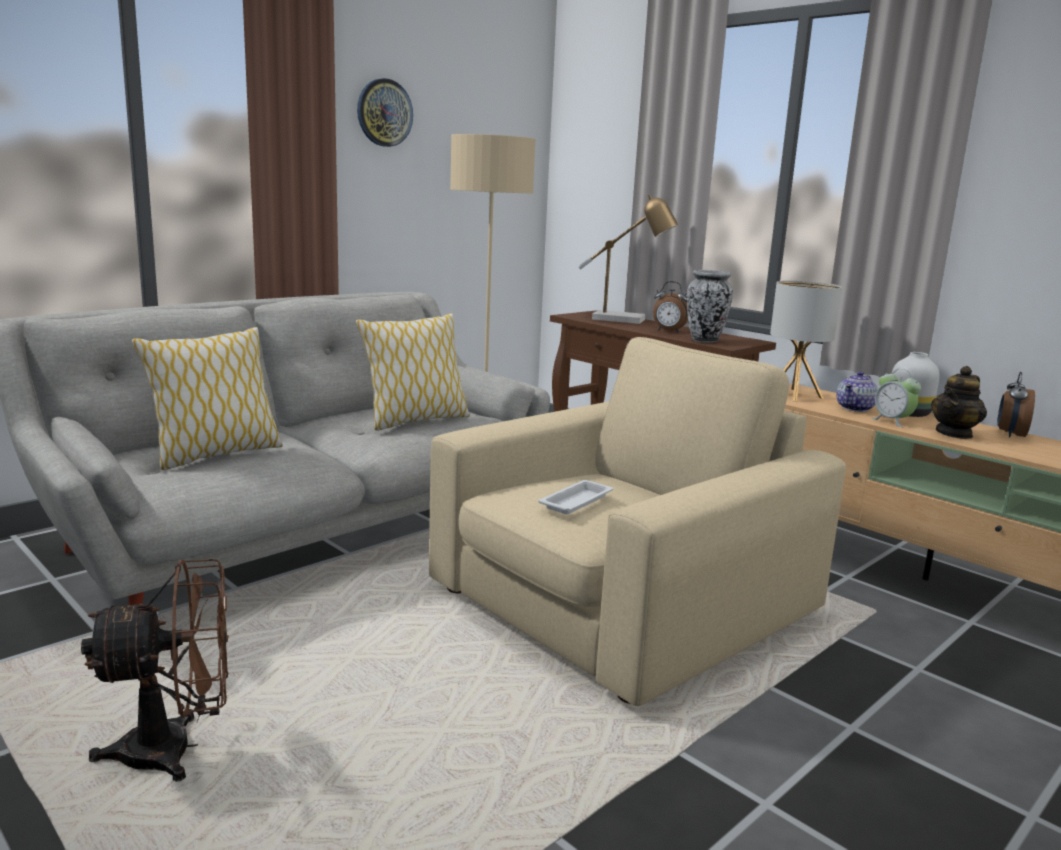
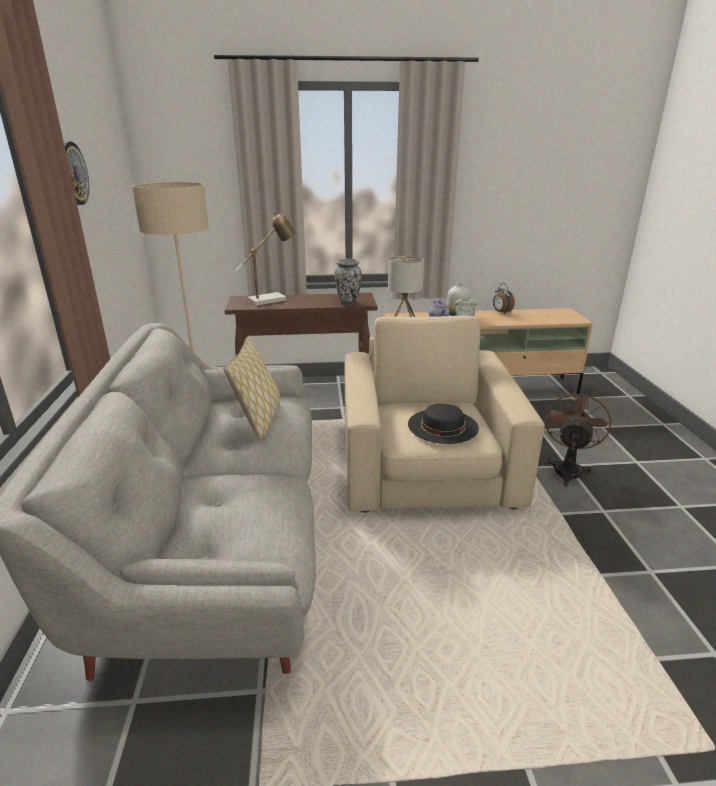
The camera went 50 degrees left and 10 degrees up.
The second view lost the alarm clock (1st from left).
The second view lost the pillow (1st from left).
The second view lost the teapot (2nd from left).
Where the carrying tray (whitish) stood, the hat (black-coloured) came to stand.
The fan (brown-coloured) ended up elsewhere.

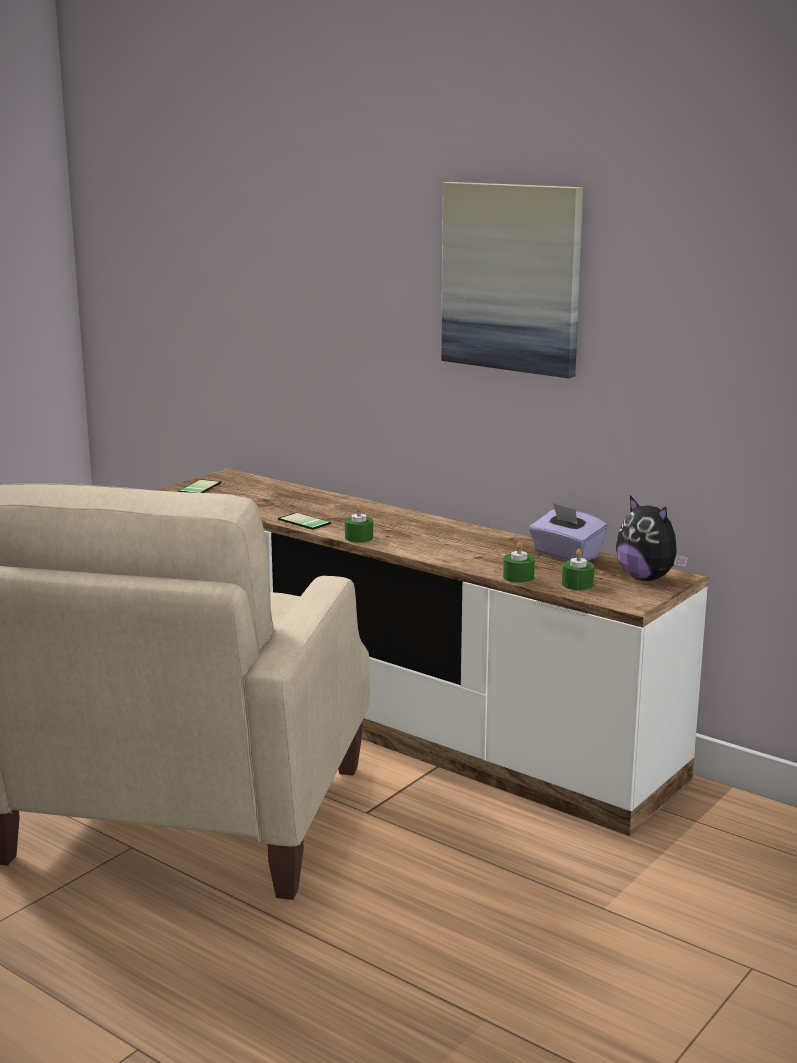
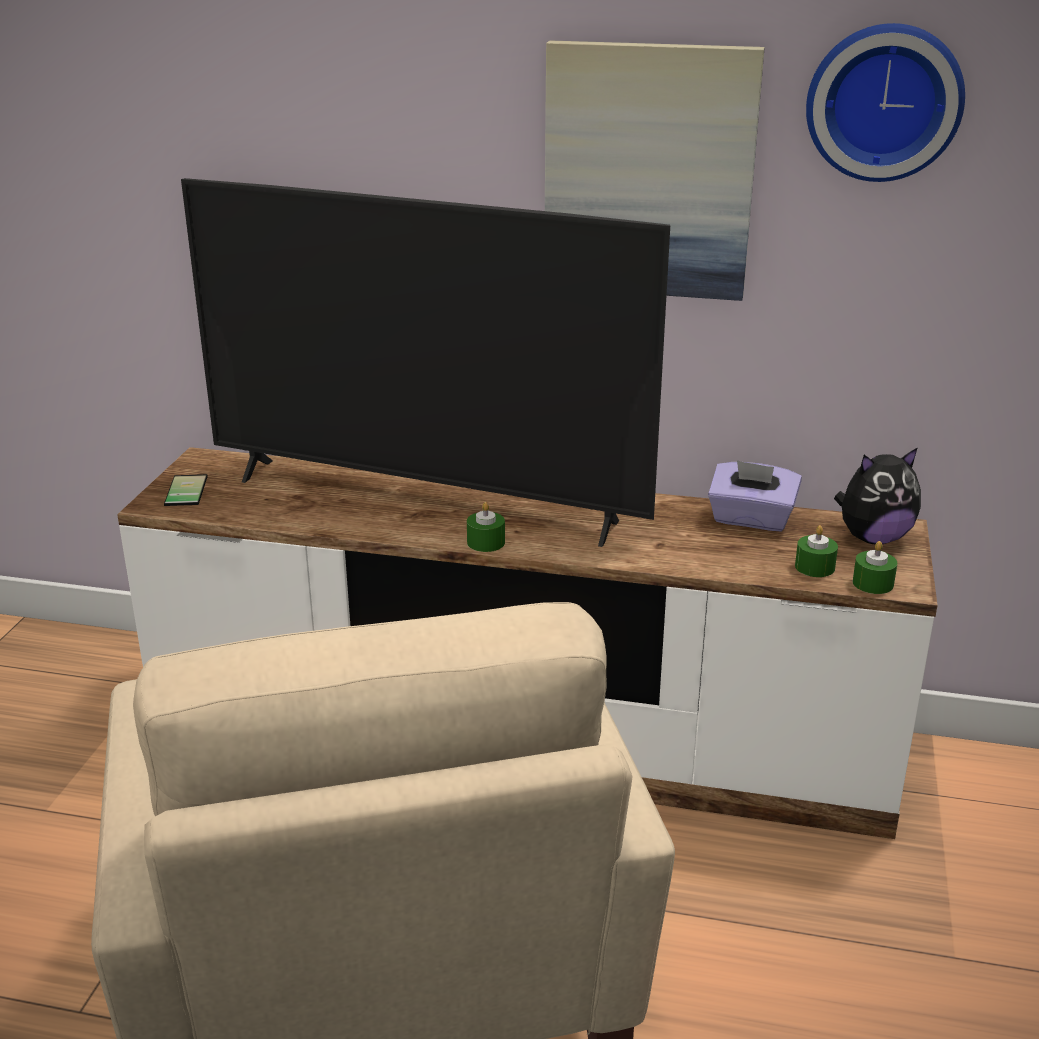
The camera went 25 degrees left and 10 degrees up.
The cuddly toy ended up facing another way, 45 degrees counterclockwise from before.
The second view lost the handset (2nd from left).
The wax light (greenish) (2nd from left in the first image) ended up elsewhere.
The second view gained the wall clock.
The second view gained the TV.

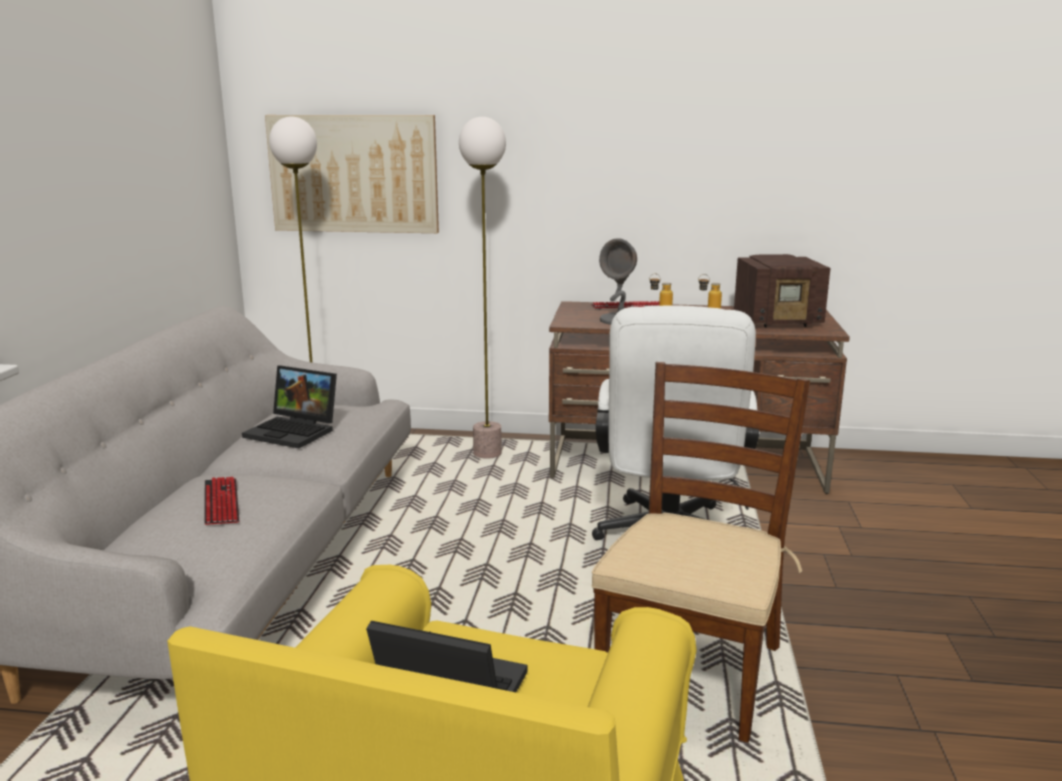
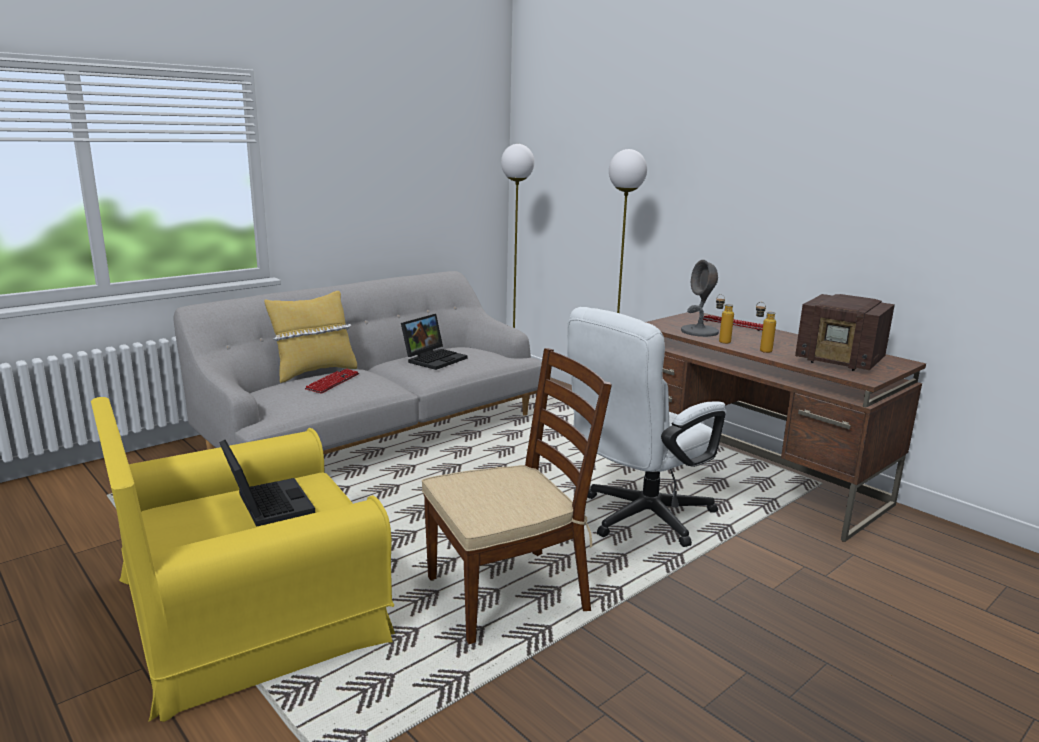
The camera went 40 degrees right and 0 degrees up.
The second view lost the wall picture.
The portable computer (1st from left in the first image) ended up facing another way, 120 degrees counterclockwise from before.
The second view gained the pillow (yellow-coloured).

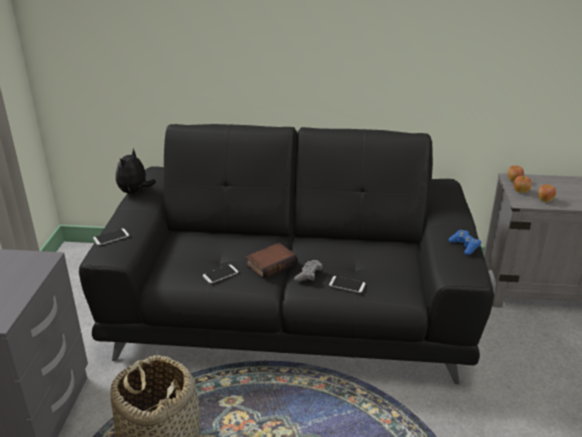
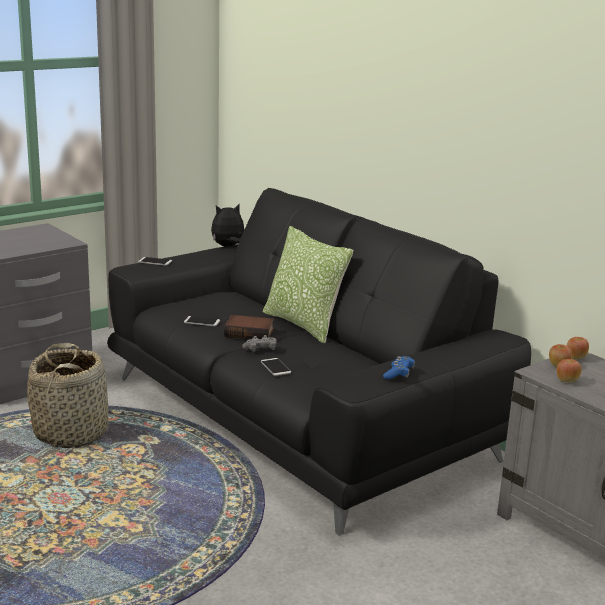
The camera went 45 degrees right and 10 degrees down.
The second view gained the pillow.

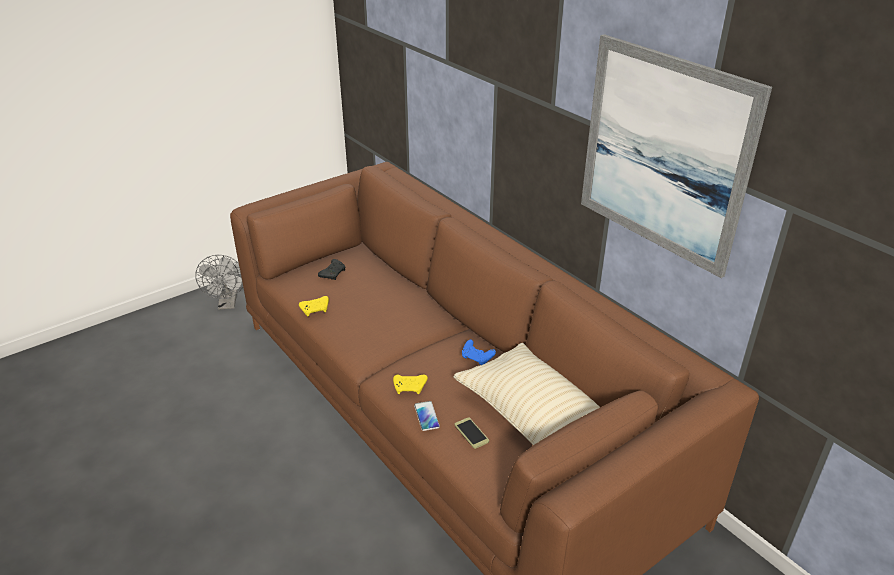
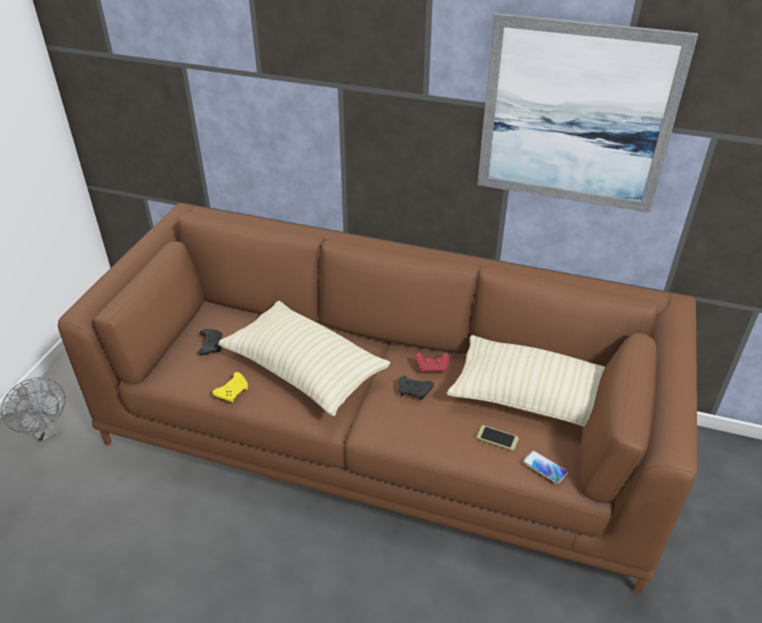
The camera went 35 degrees left and 5 degrees up.
What was the joypad (blue-coloured) turned into the joypad (red-coloured).
The second view lost the joypad (yellow-coloured) (2nd from left).
The handset (1st from left in the first image) ended up elsewhere.
The second view gained the pillow (beige) (1st from left).
The second view gained the joypad (black-coloured) (2nd from left).

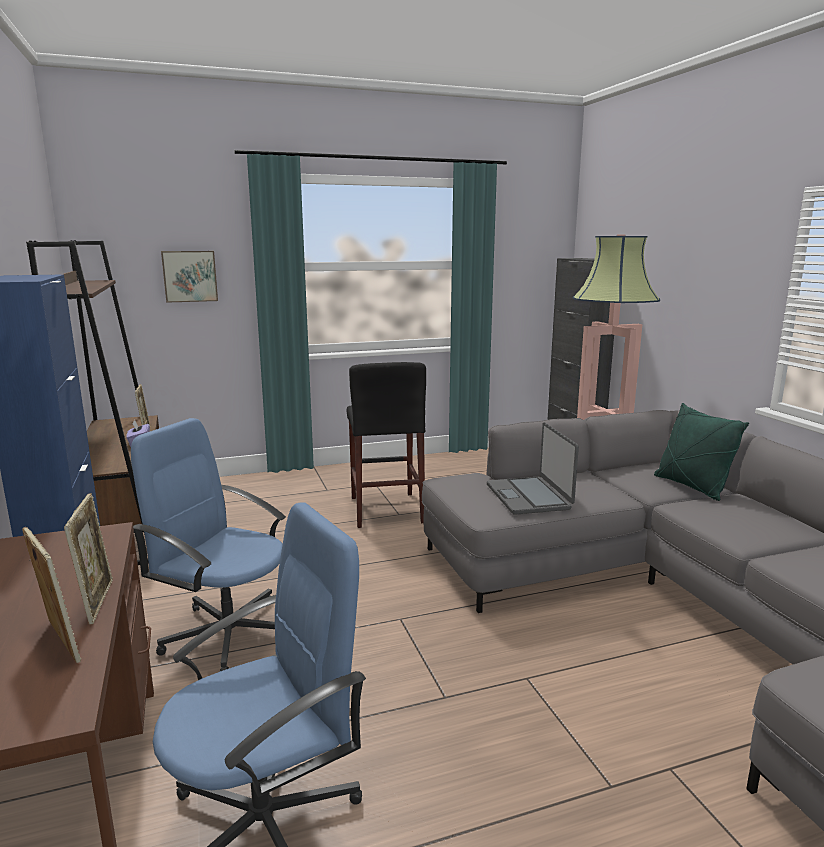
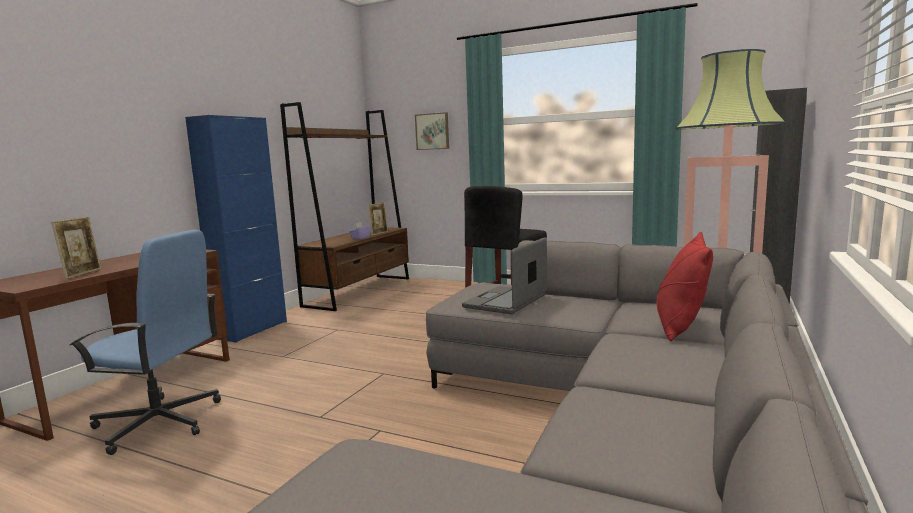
The camera went 45 degrees right and 5 degrees down.
What was the pillow (greenish) turned into the pillow (red-coloured).
The second view lost the computer chair (blue-coloured) (1st from left).
The second view lost the photo frame (2nd from left).

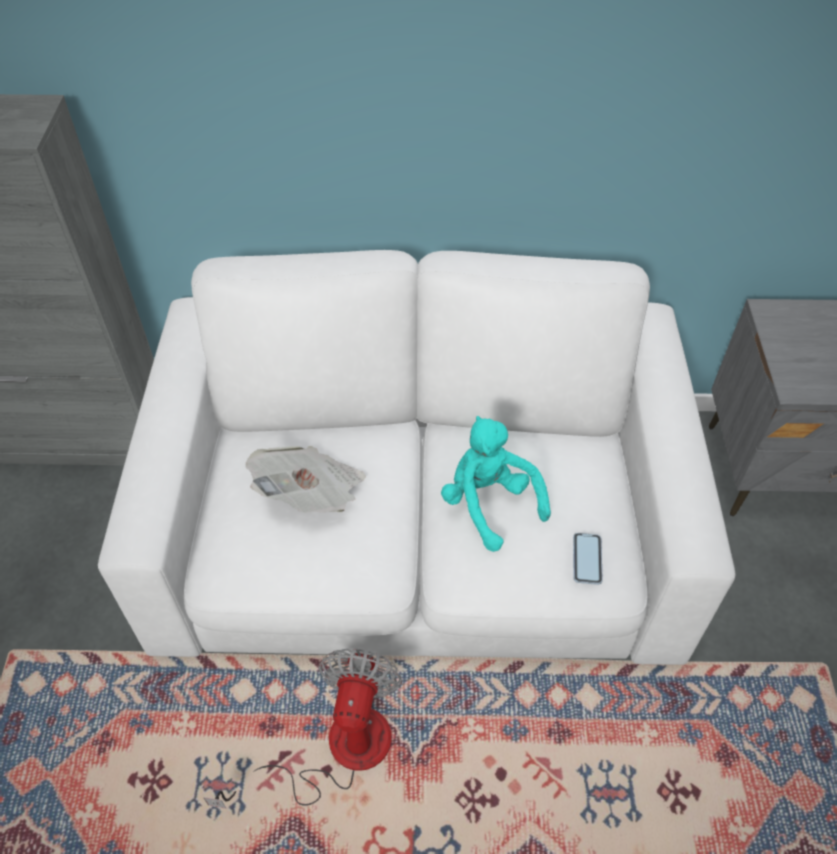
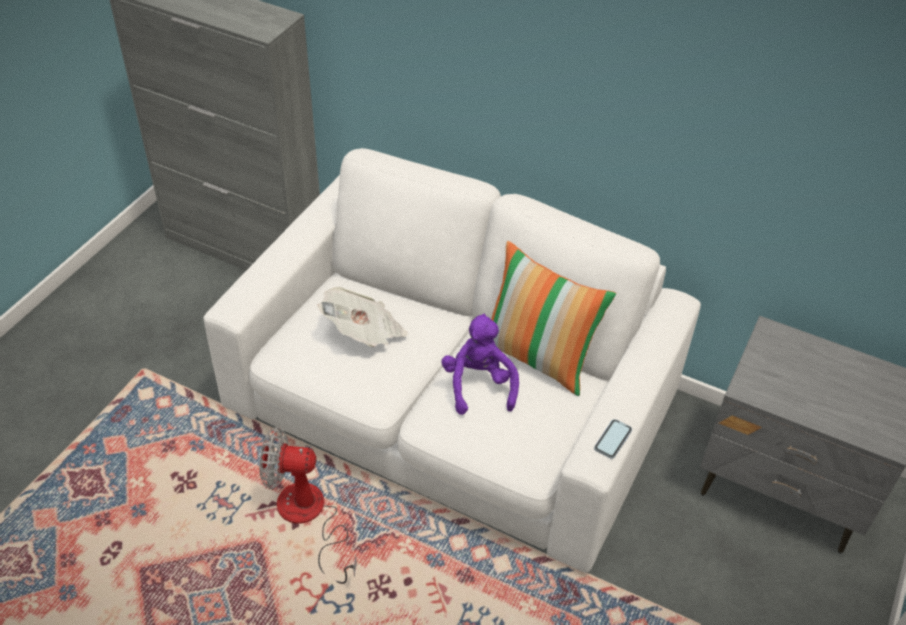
The camera went 25 degrees right and 5 degrees down.
What was the cuddly toy (blue-green) turned into the cuddly toy (purplish).
The handset ended up elsewhere.
The fan ended up facing another way, 120 degrees counterclockwise from before.
The second view gained the pillow.

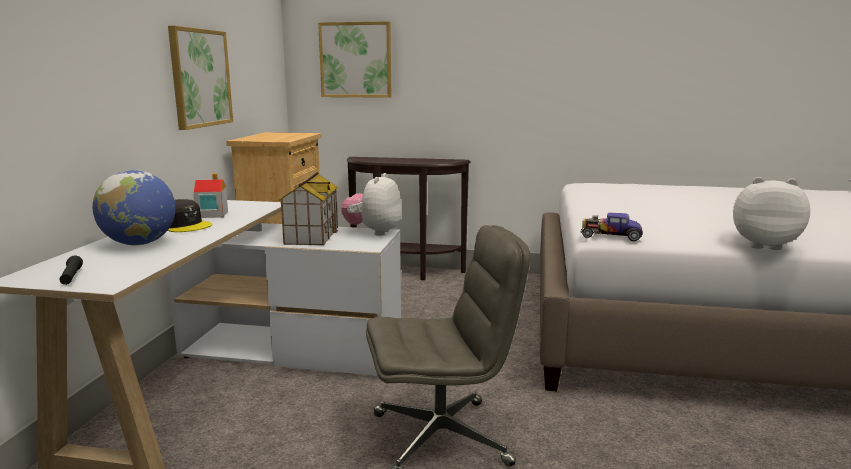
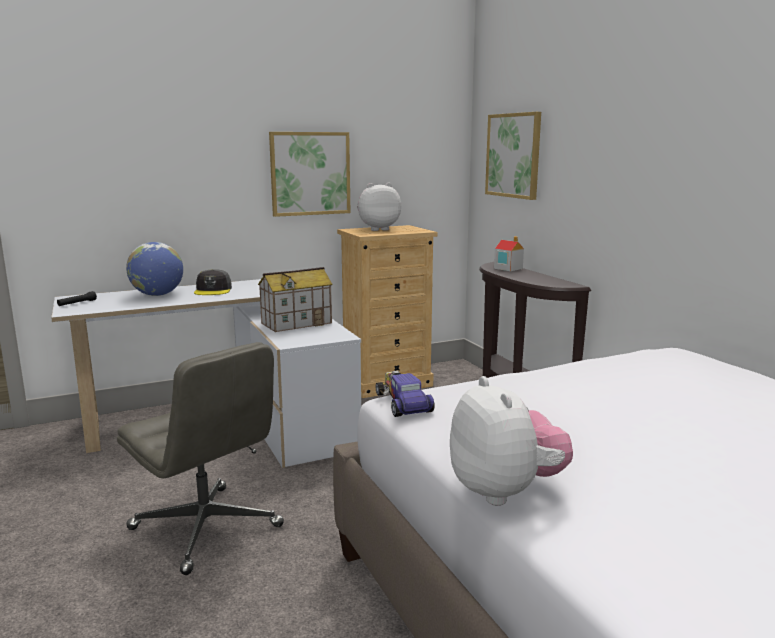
The camera went 55 degrees right and 0 degrees up.
The model house (1st from left in the first image) ended up elsewhere.
The cuddly toy (1st from left) ended up elsewhere.

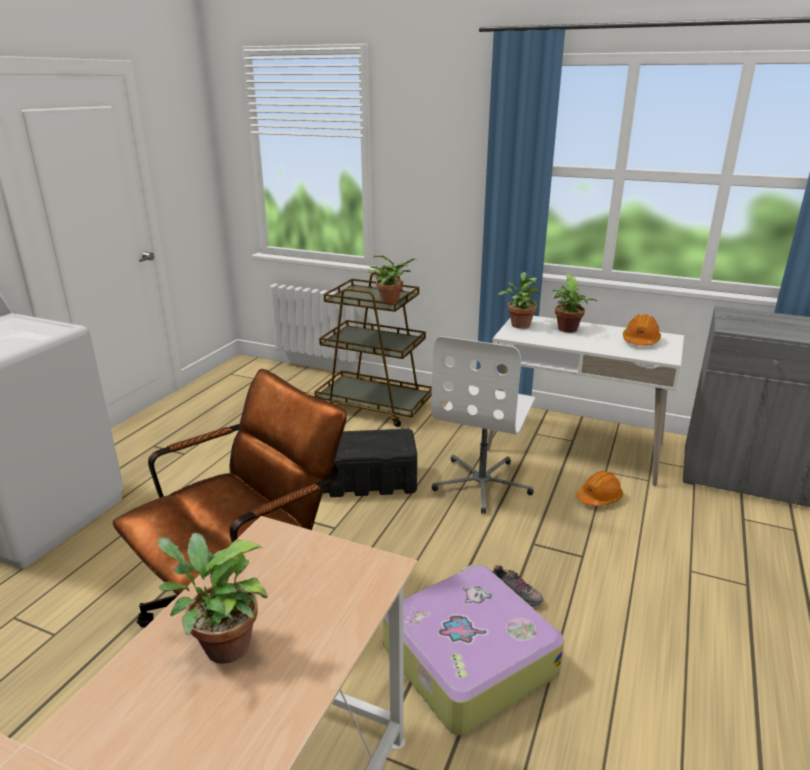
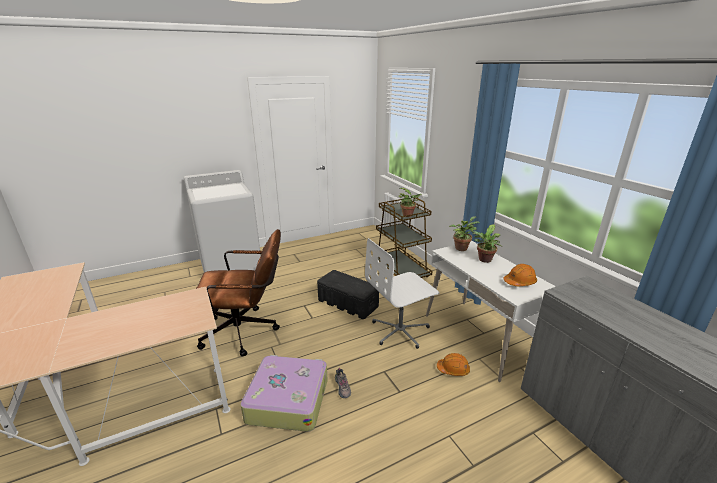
The camera went 40 degrees right and 0 degrees up.
The second view lost the houseplant (1st from left).

